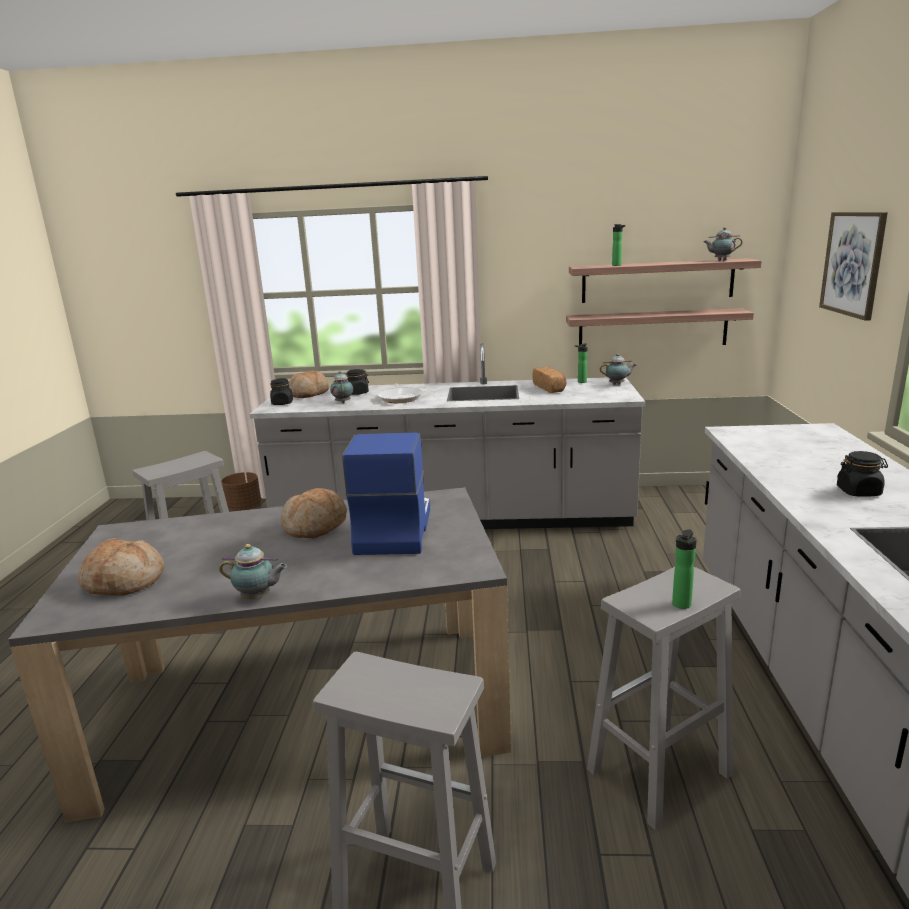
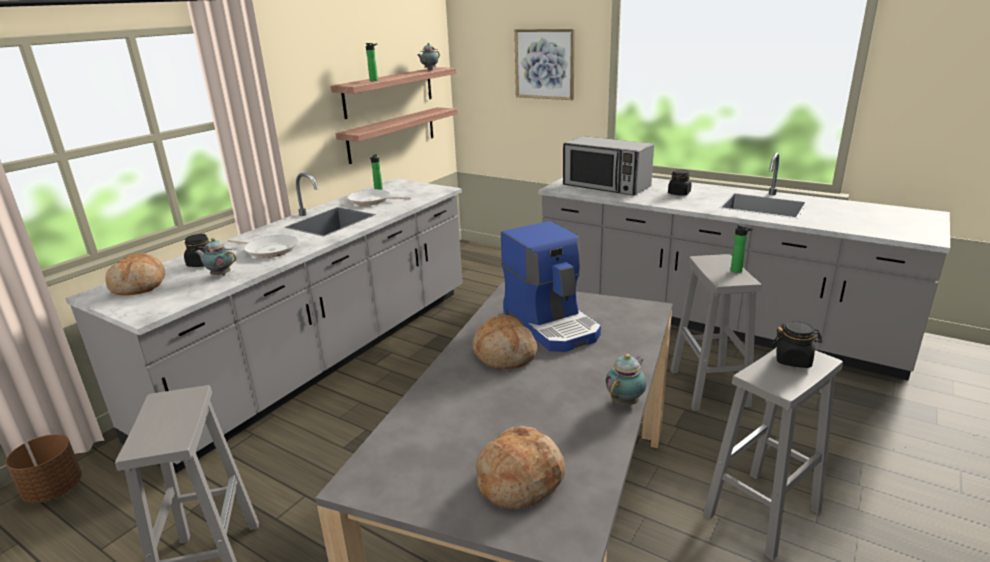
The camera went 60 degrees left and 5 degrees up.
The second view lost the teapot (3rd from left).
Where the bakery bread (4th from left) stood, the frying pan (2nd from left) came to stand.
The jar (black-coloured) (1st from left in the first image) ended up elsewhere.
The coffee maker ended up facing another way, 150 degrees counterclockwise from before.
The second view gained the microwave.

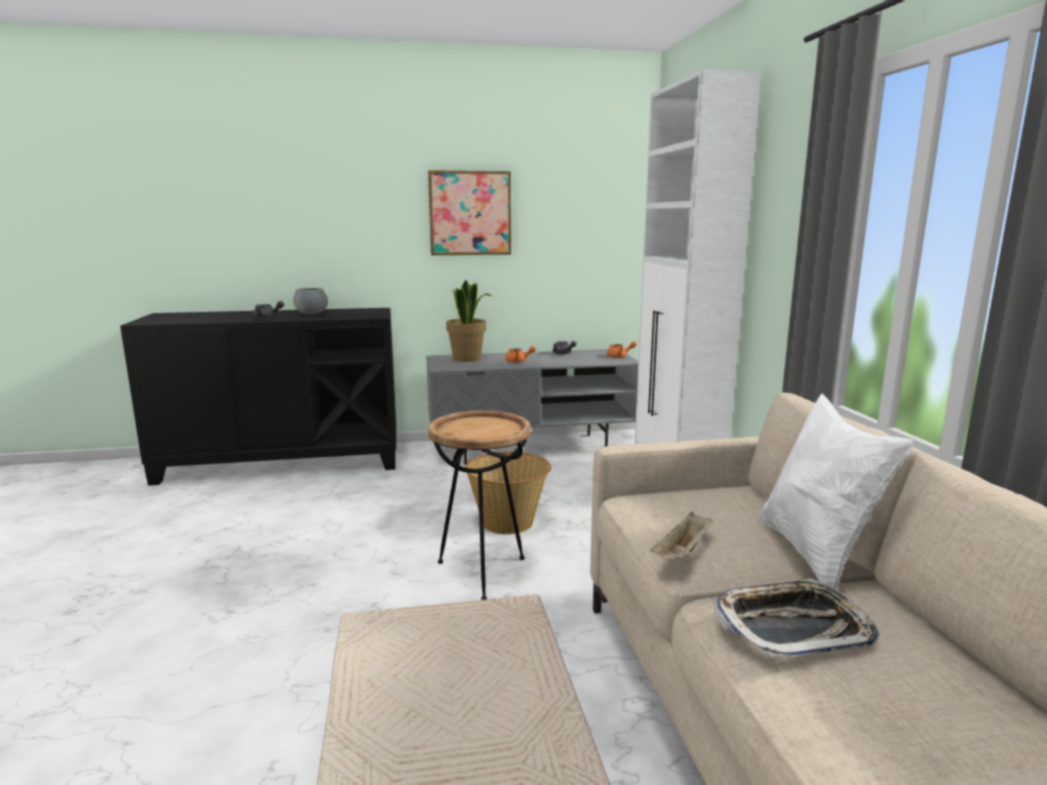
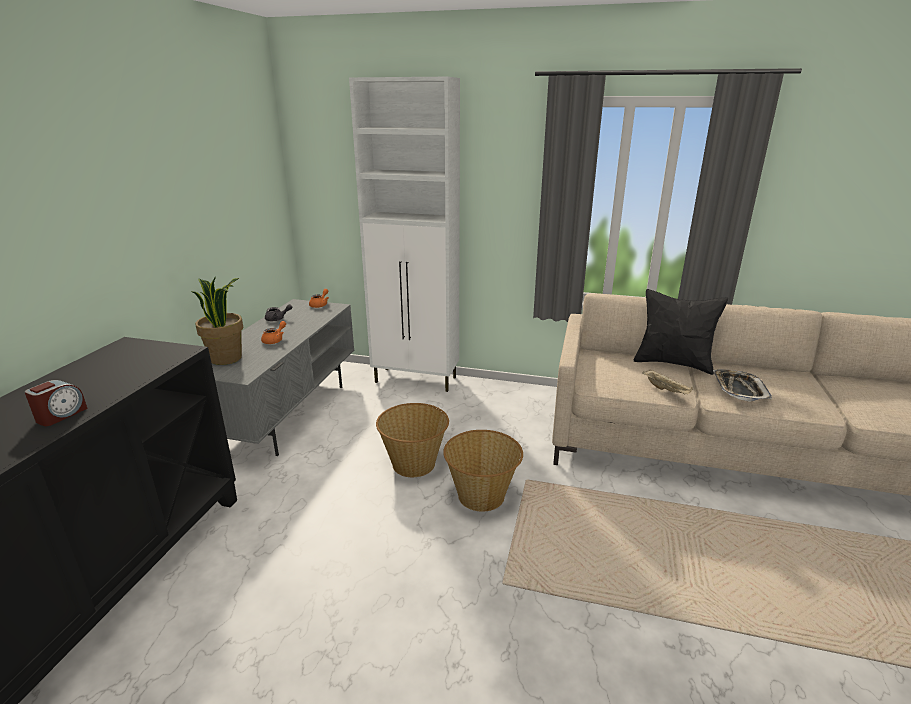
The camera went 65 degrees left and 10 degrees up.
The second view lost the wall picture.
The second view lost the serving bowl (greyish).
Where the teapot (greyish) (1st from left) stood, the alarm clock came to stand.
What was the pillow (whitish) turned into the pillow (black-coloured).
Where the accent table (brown-coloured) stood, the basket (2nd from left) came to stand.

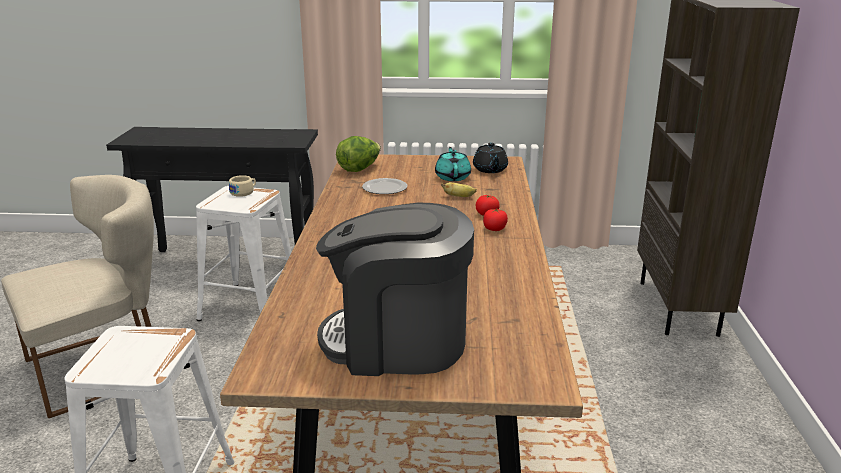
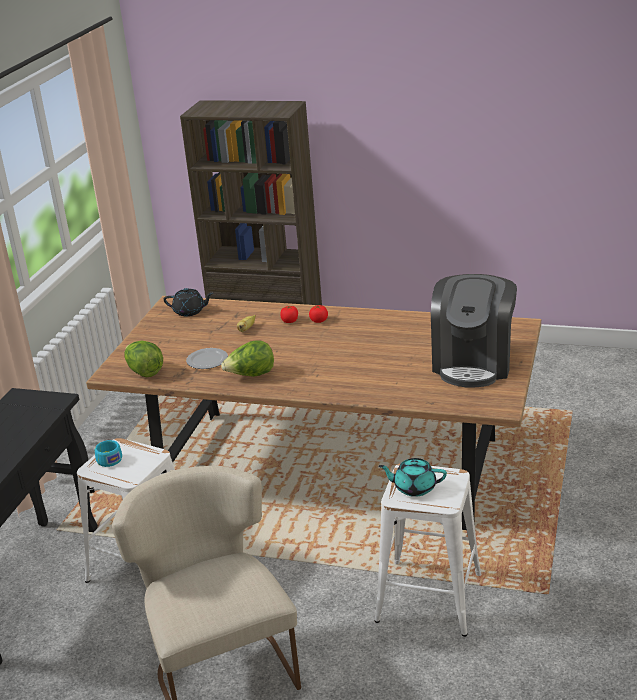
The camera went 75 degrees left and 5 degrees up.
The teapot (blue-green) ended up elsewhere.
What was the small cup (beige) turned into the small cup (blue-green).
The second view gained the lettuce head (2nd from left).

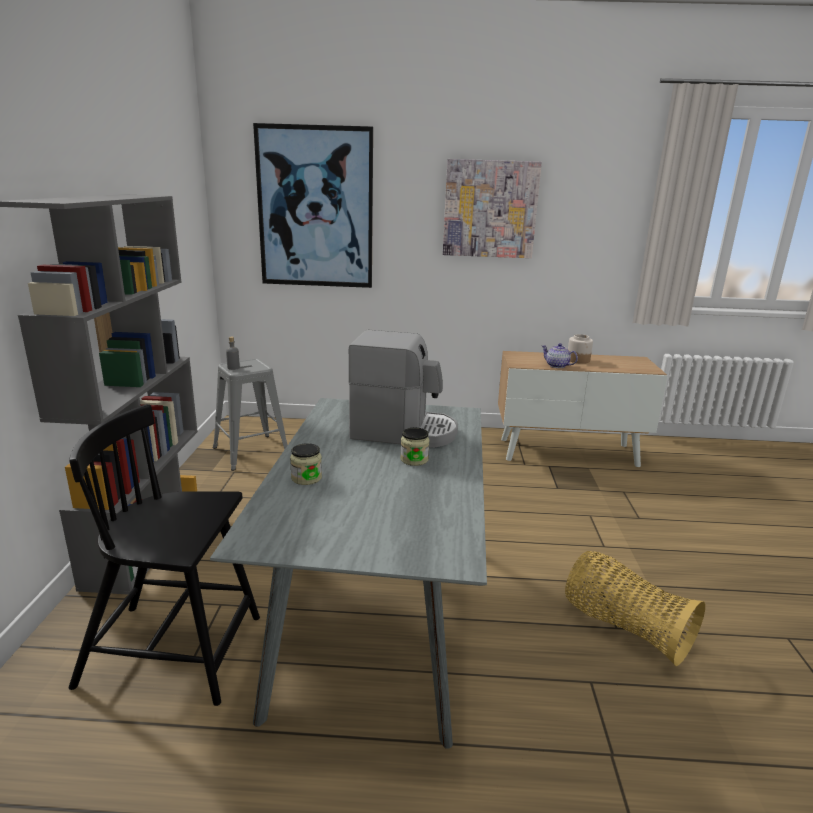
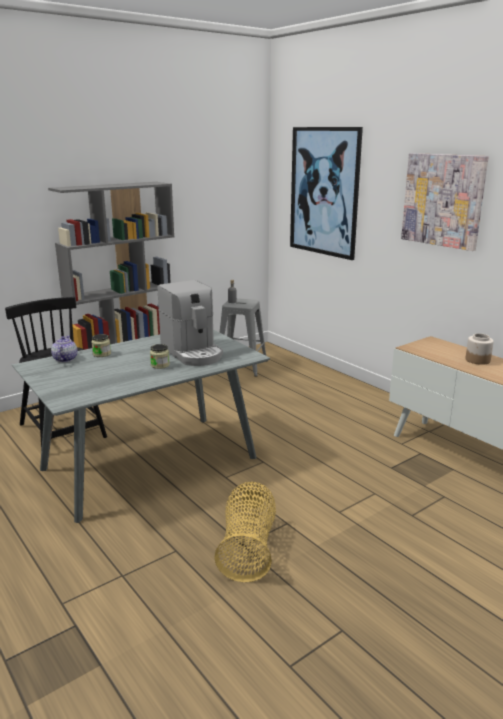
The camera went 50 degrees right and 0 degrees up.
The teapot ended up elsewhere.

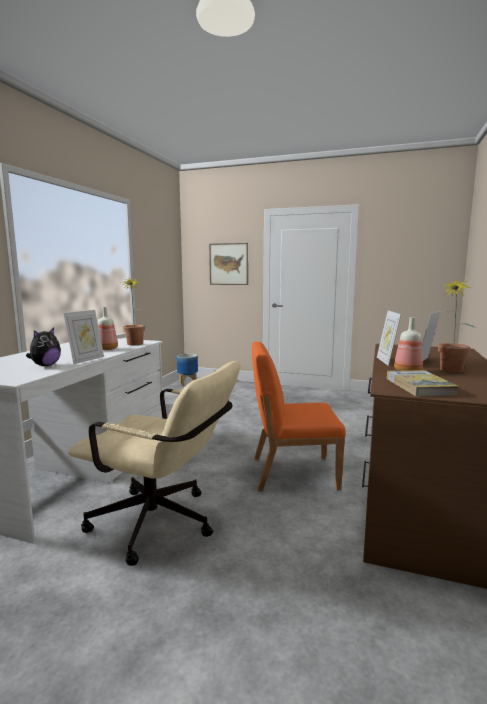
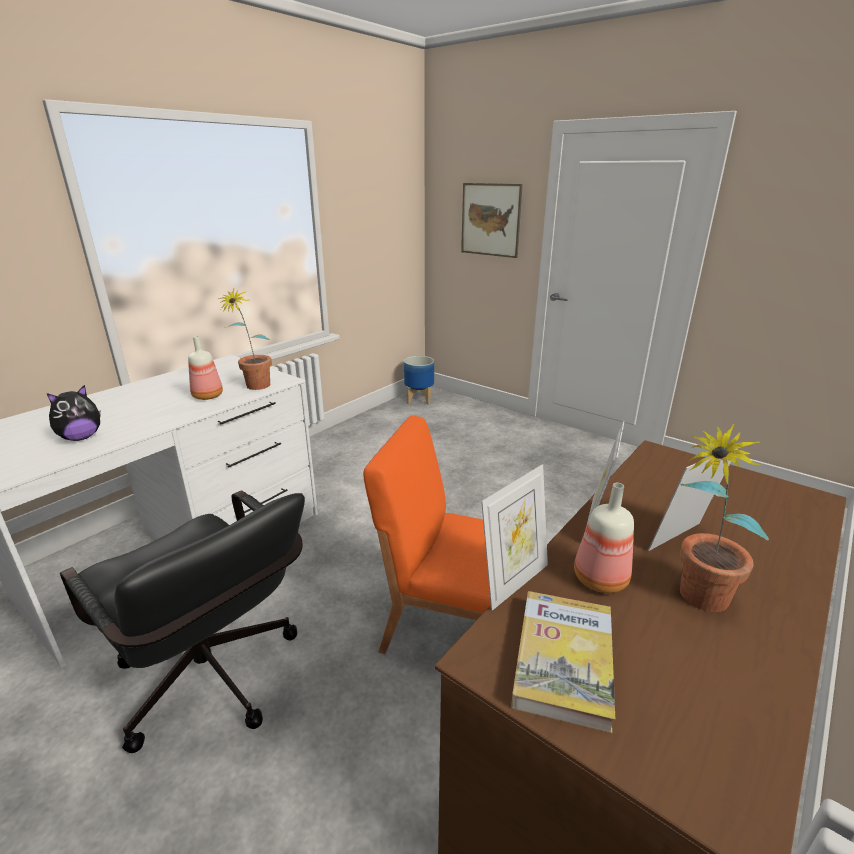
The camera went 20 degrees right and 15 degrees up.
The photo frame (1st from left) ended up elsewhere.
What was the computer chair (beige) turned into the computer chair (black-coloured).

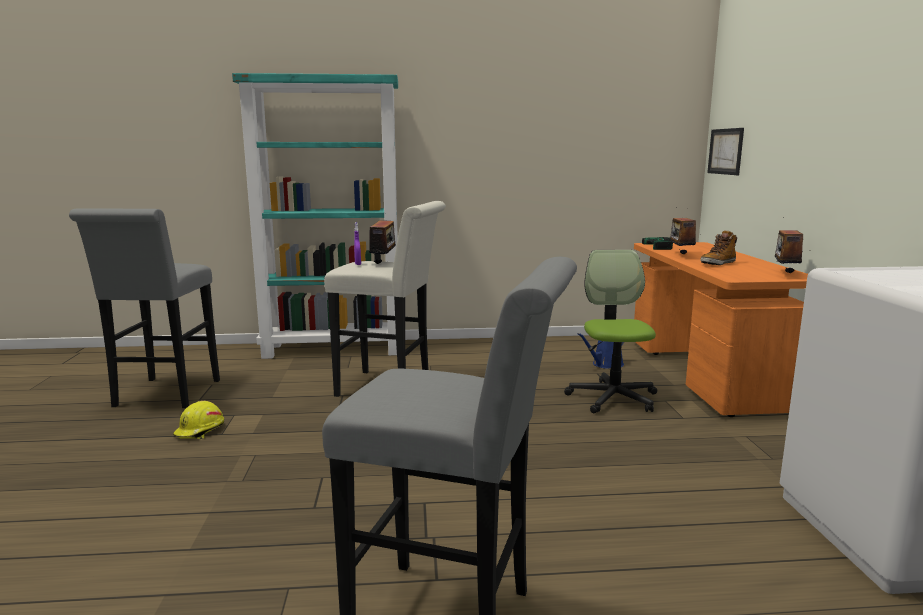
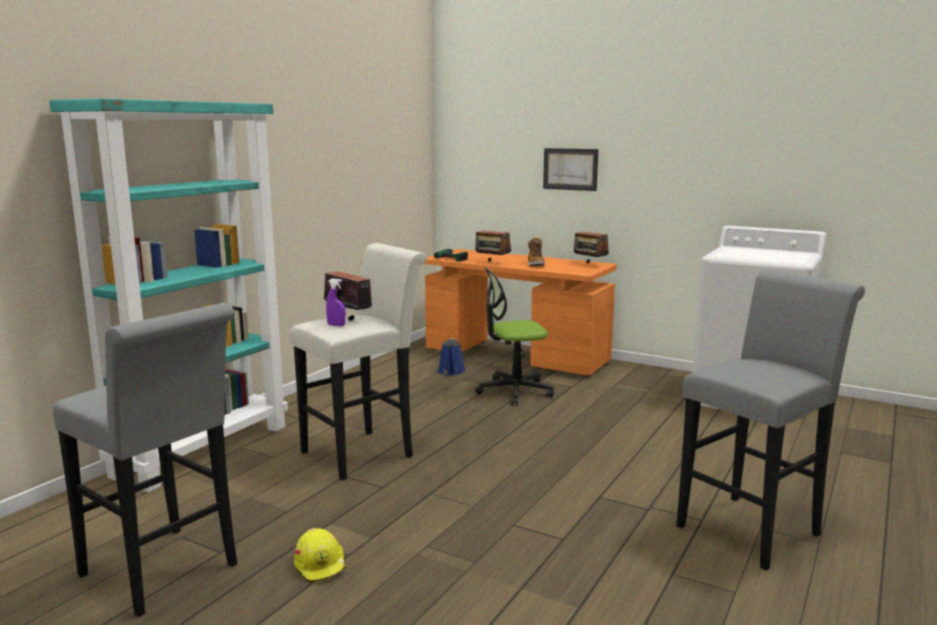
The camera went 55 degrees left and 0 degrees up.
The wall picture ended up elsewhere.
The computer chair ended up facing another way, 45 degrees counterclockwise from before.

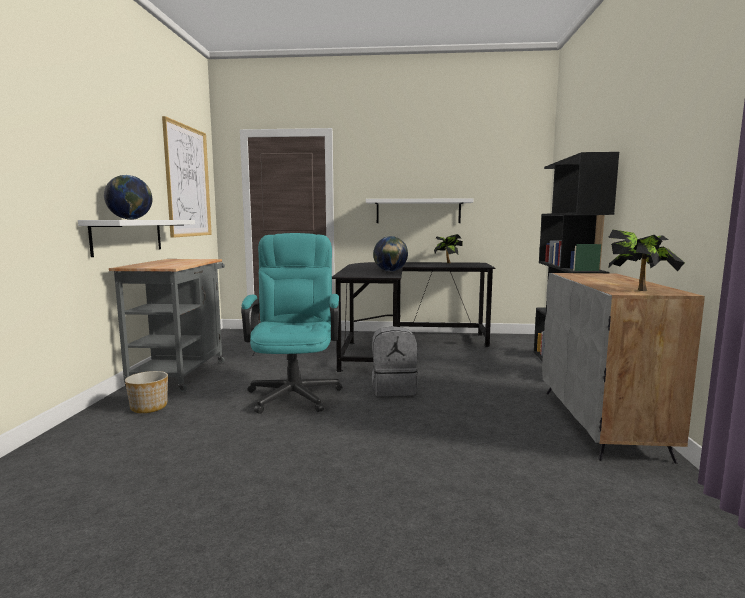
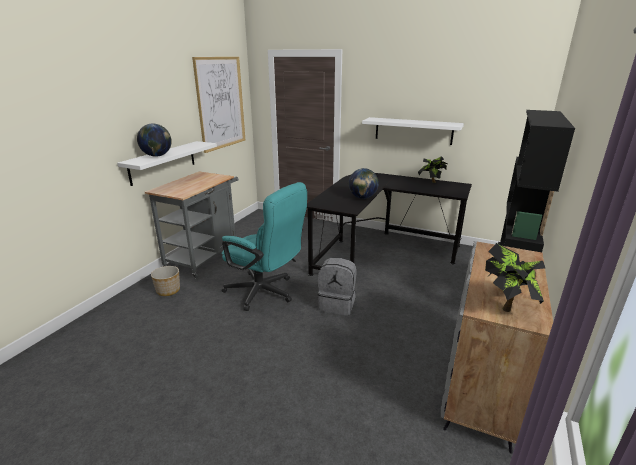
The camera went 20 degrees right and 15 degrees up.
The computer chair (blue-green) ended up facing another way, 105 degrees clockwise from before.

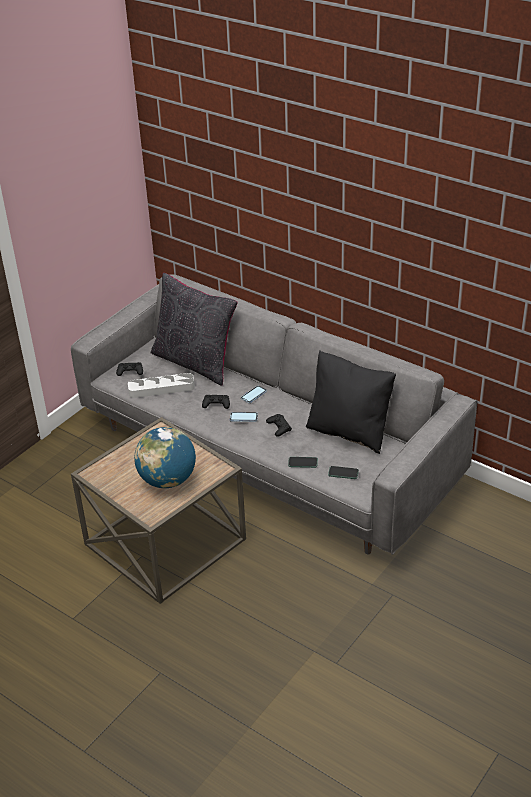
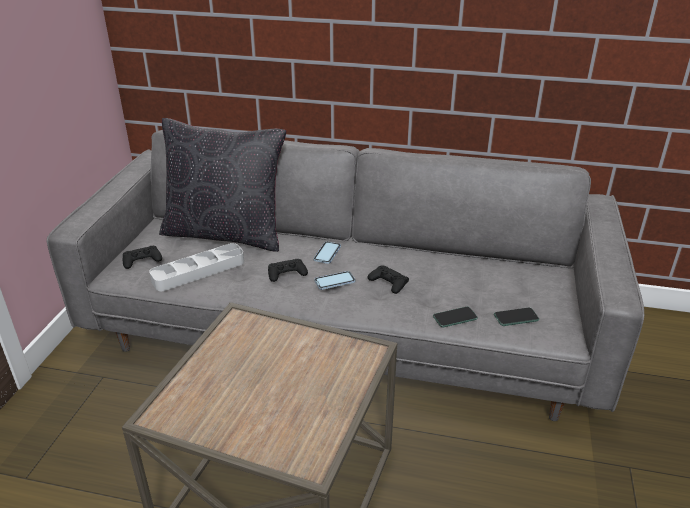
The camera went 25 degrees left and 5 degrees down.
The second view lost the pillow (black-coloured) (2nd from left).
The second view lost the globe.

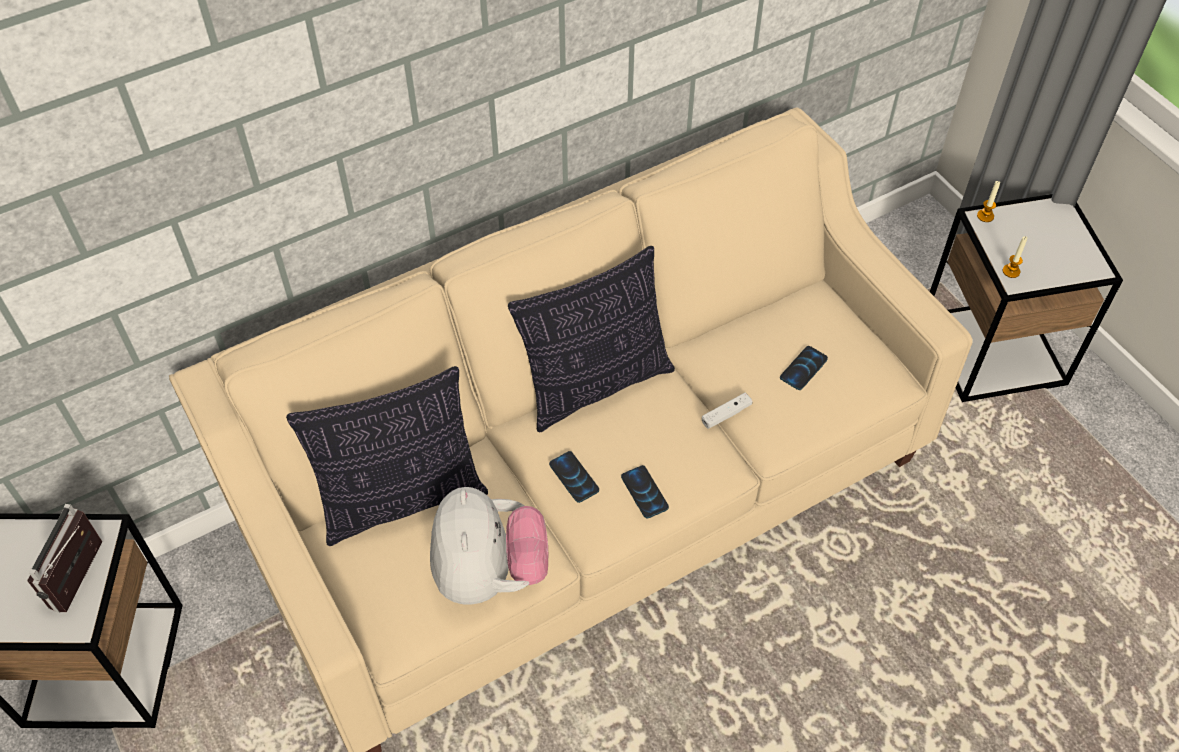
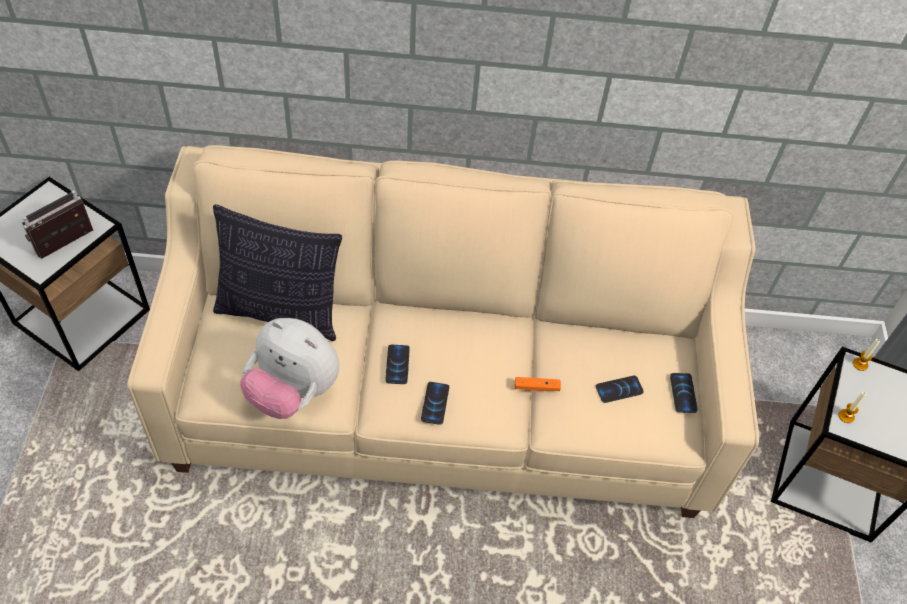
The camera went 30 degrees right and 0 degrees up.
The second view lost the pillow (2nd from left).
What was the joypad (whitish) turned into the joypad (orange-coloured).
The cuddly toy ended up facing another way, 90 degrees clockwise from before.
The second view gained the handset (4th from left).

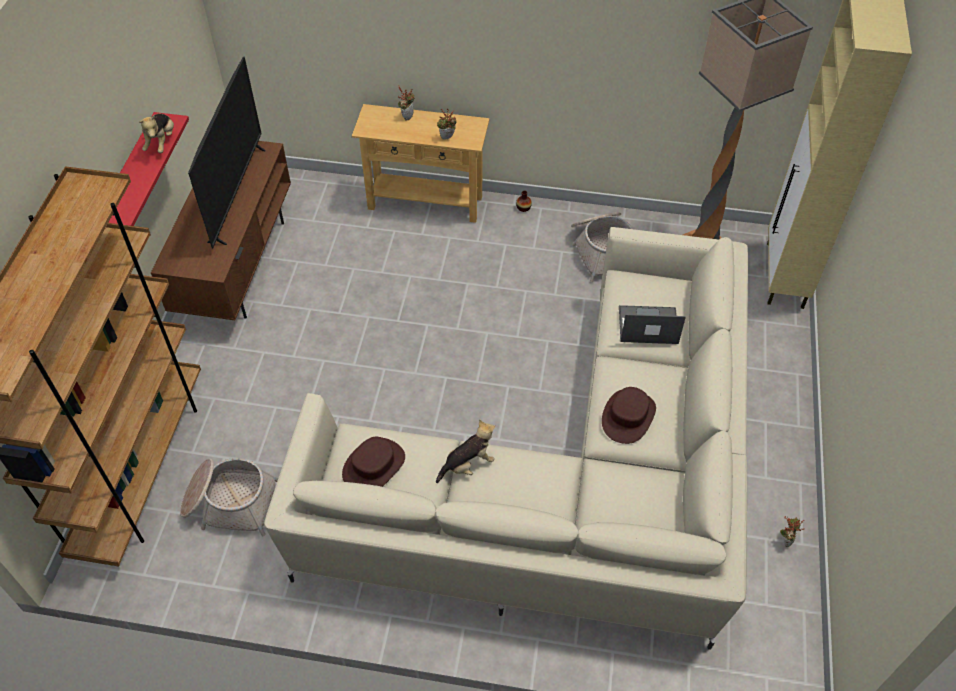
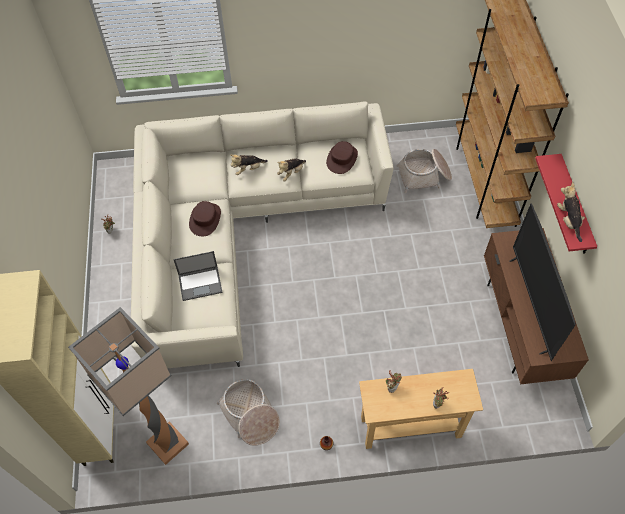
The camera went 165 degrees right and 5 degrees up.
The second view gained the cuddly toy (1st from left).

